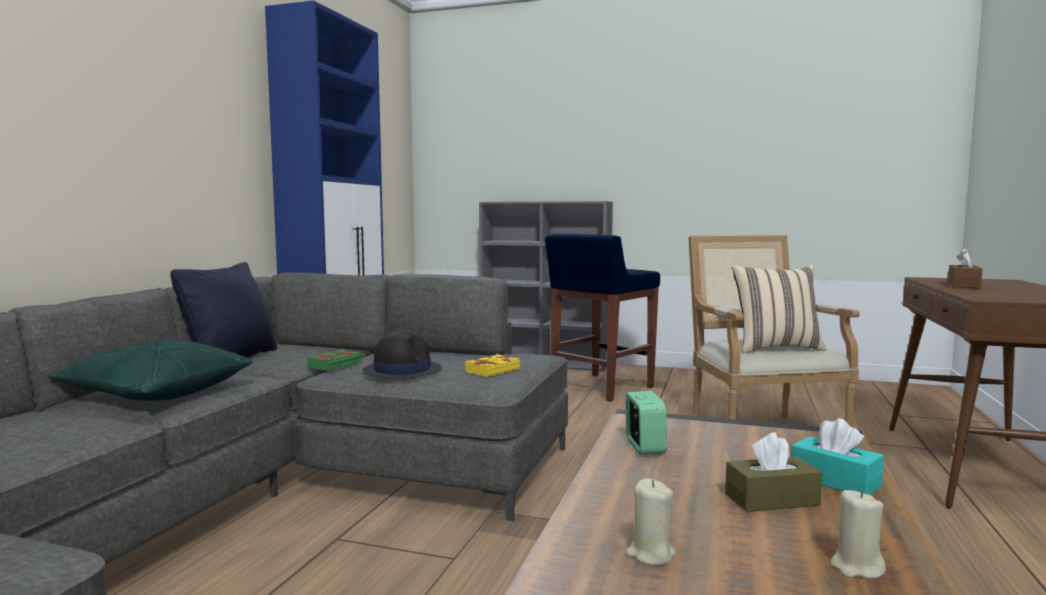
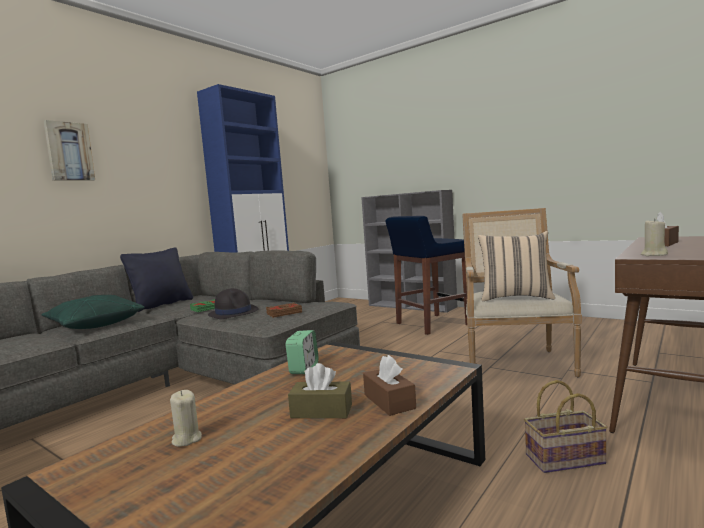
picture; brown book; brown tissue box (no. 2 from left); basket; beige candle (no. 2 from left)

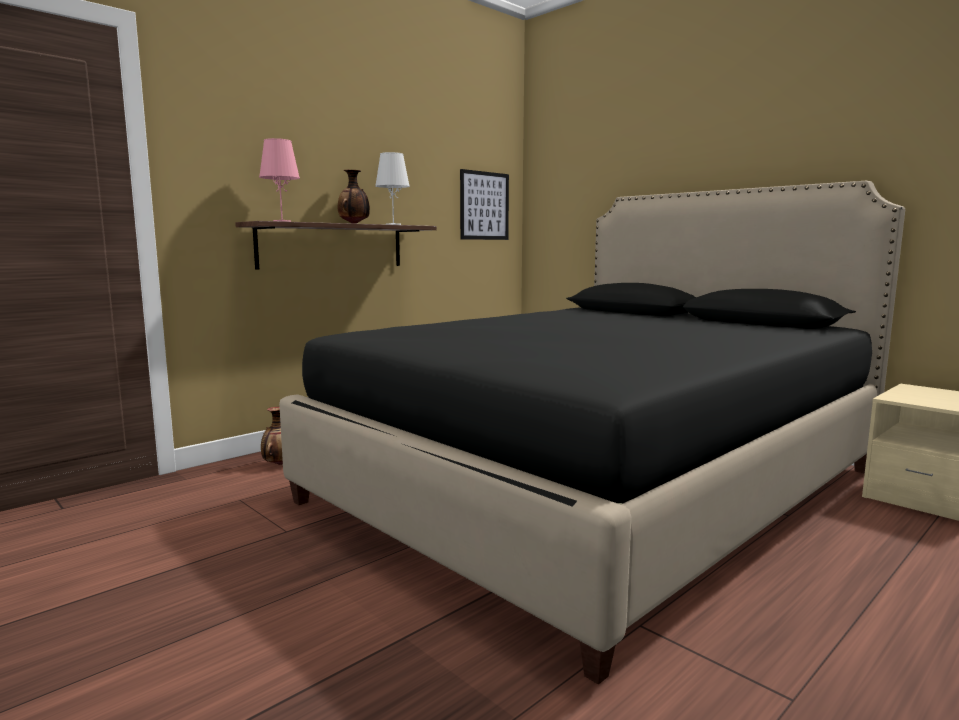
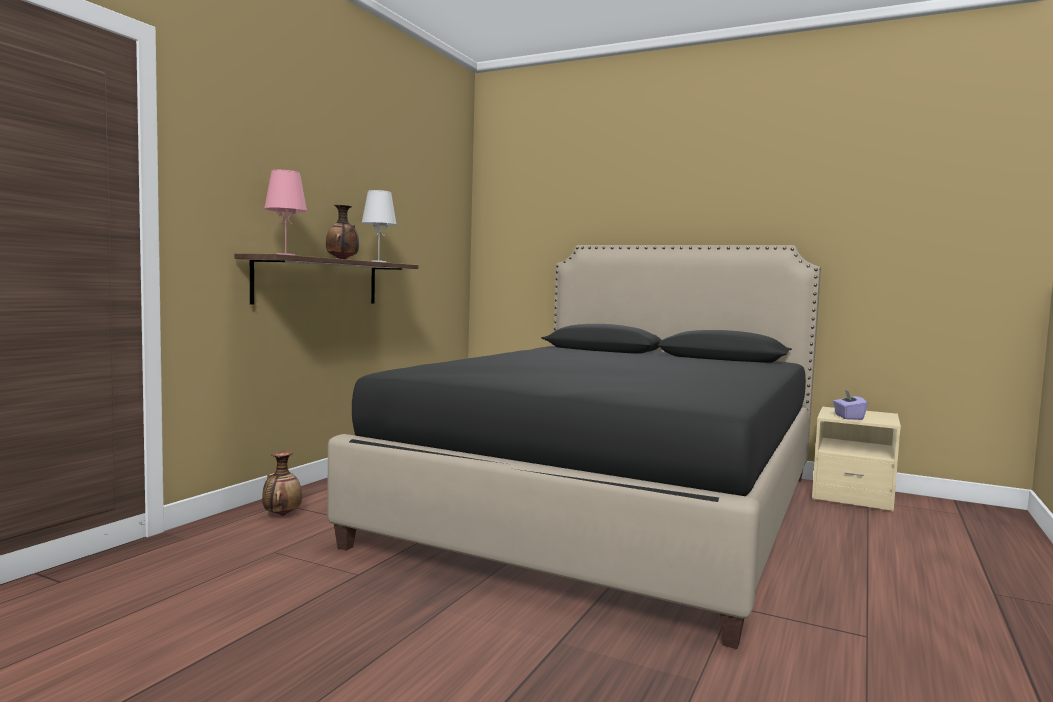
purple tissue box; picture

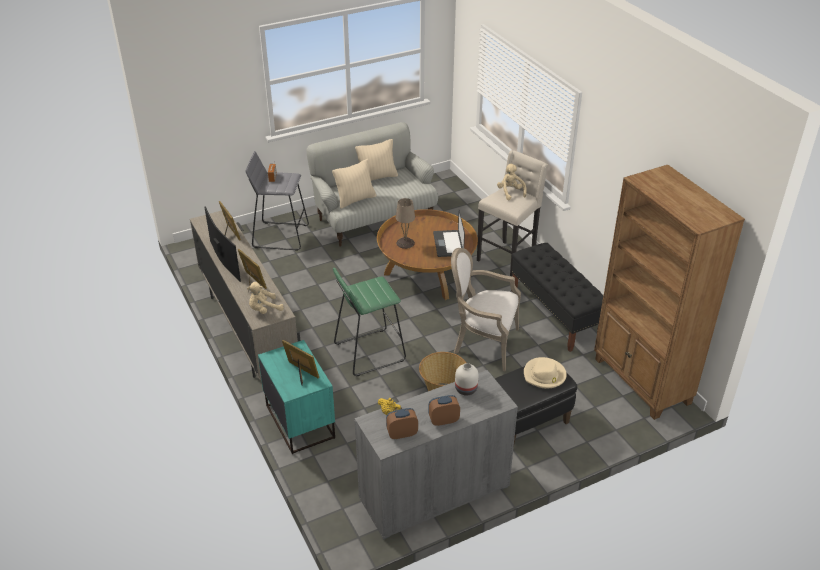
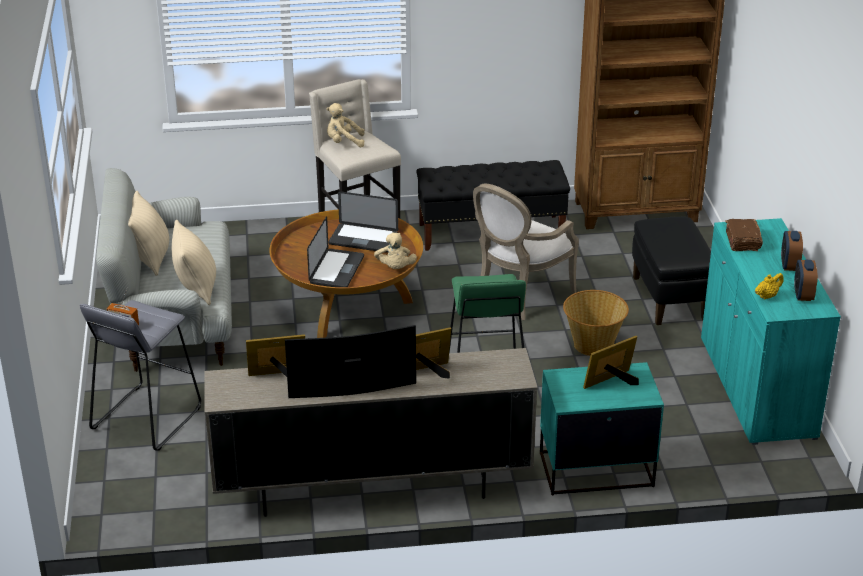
laptop (no. 1 from left); beige plush toy (no. 2 from left); turquoise cabinet; brown book; beige hat

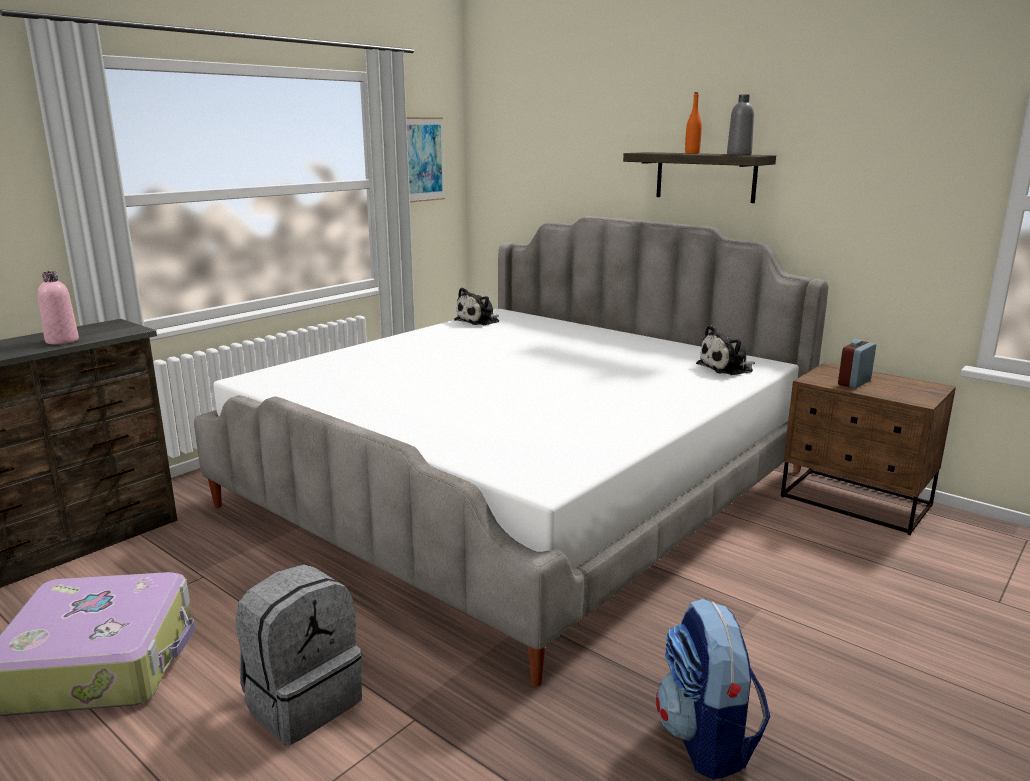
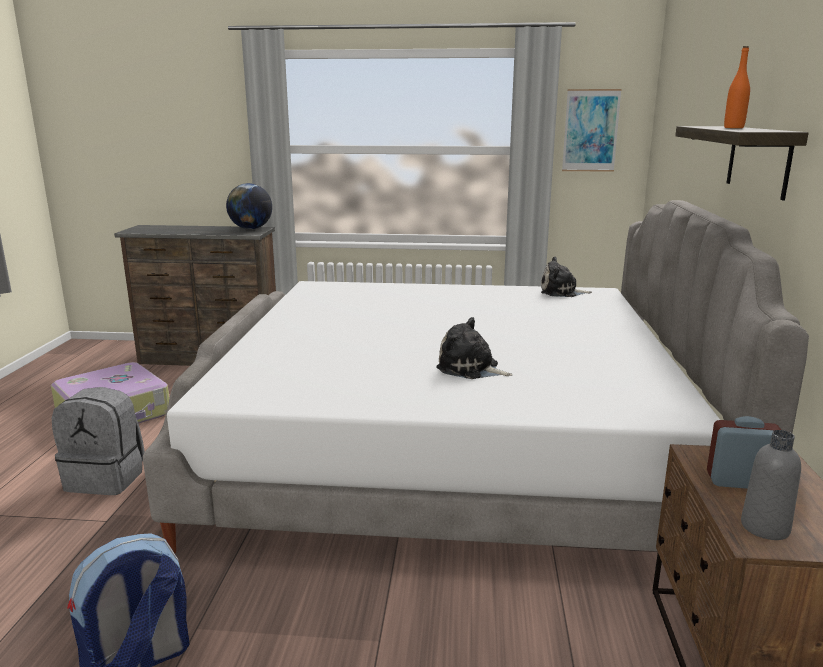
globe; plush toy (no. 1 from left); grey bottle; pink bottle

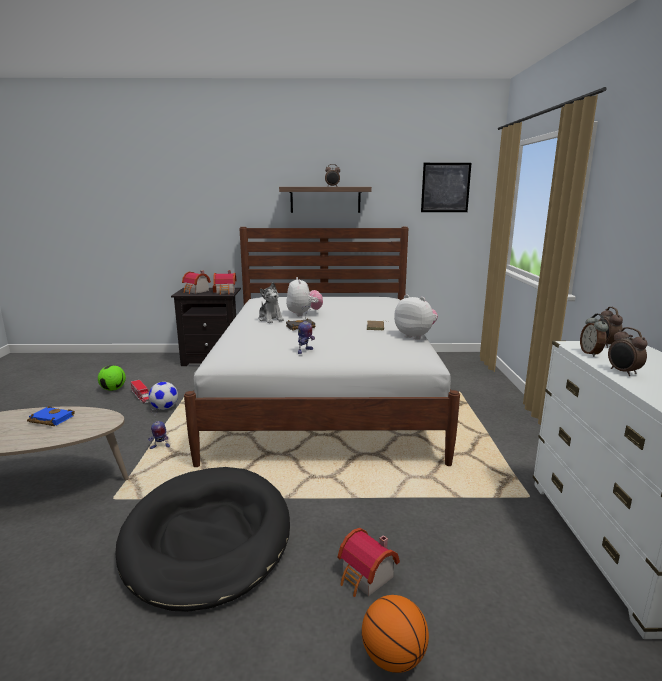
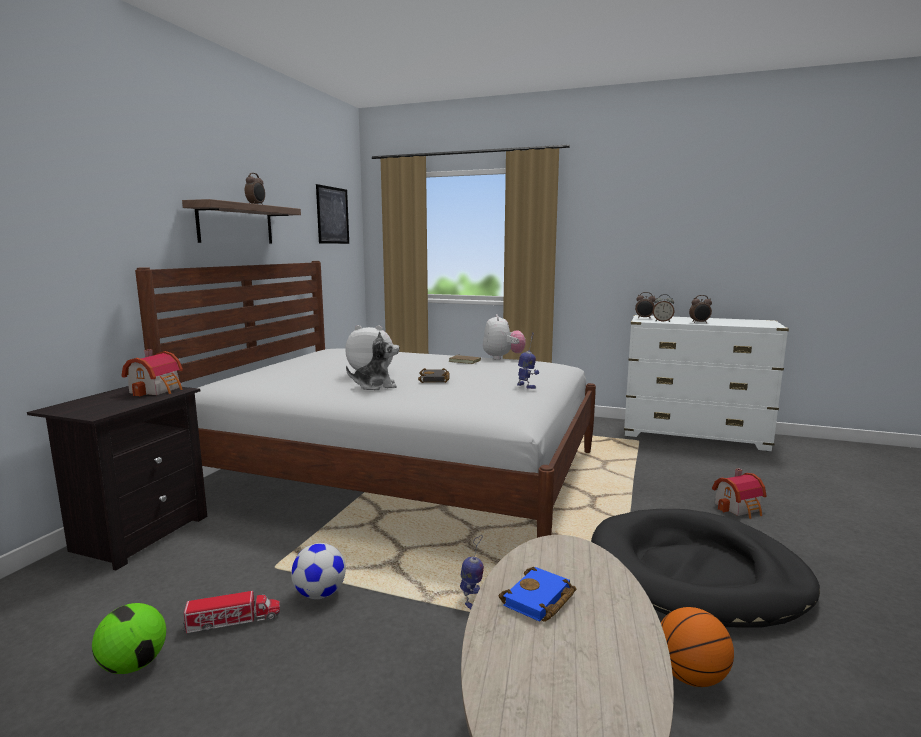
plush toy (no. 3 from left); basketball; toy house (no. 1 from left in the first image)

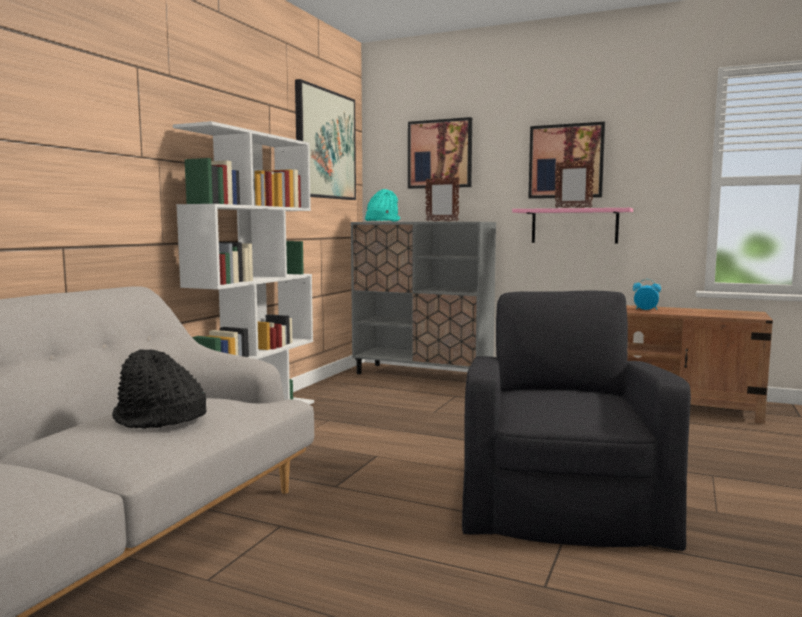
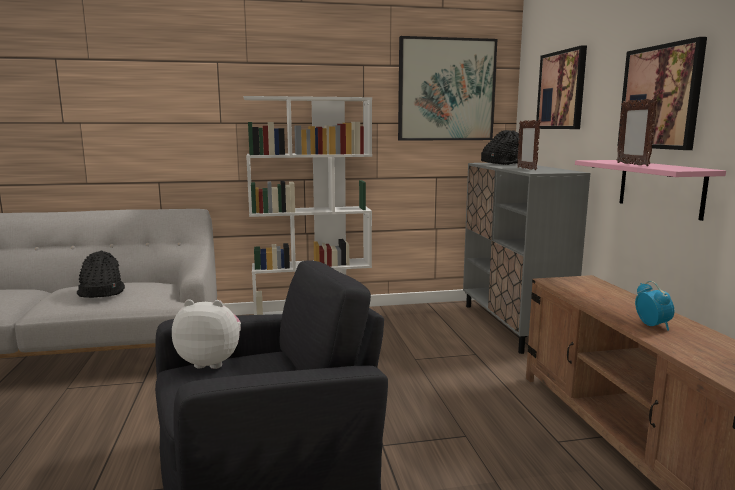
plush toy; black hat (no. 2 from left)

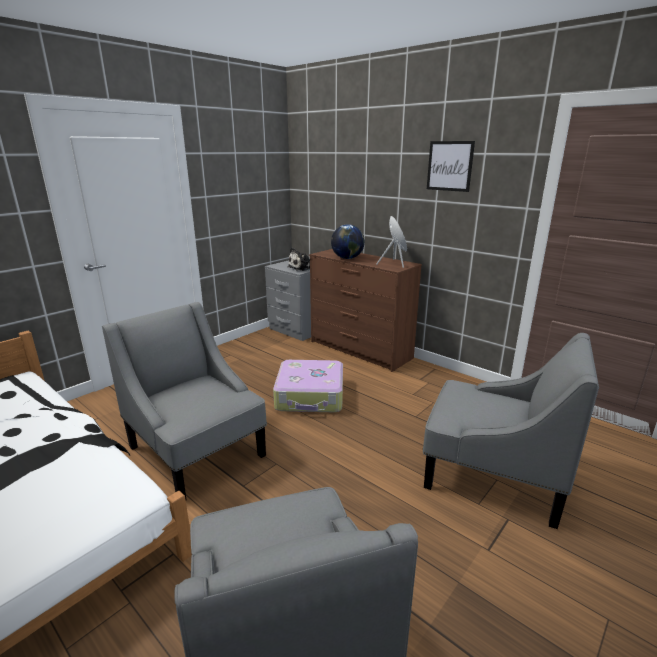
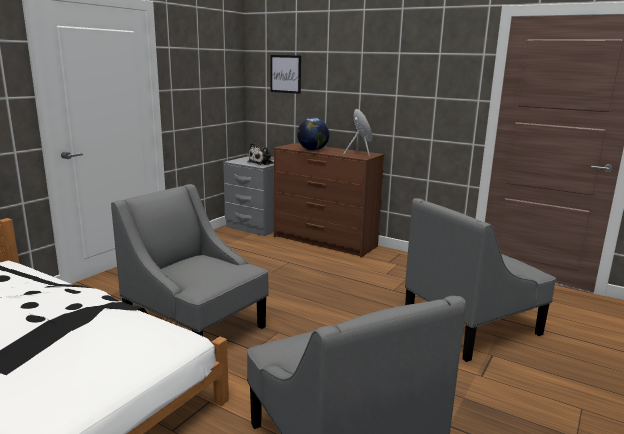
picture; grey armchair (no. 3 from left); suitcase

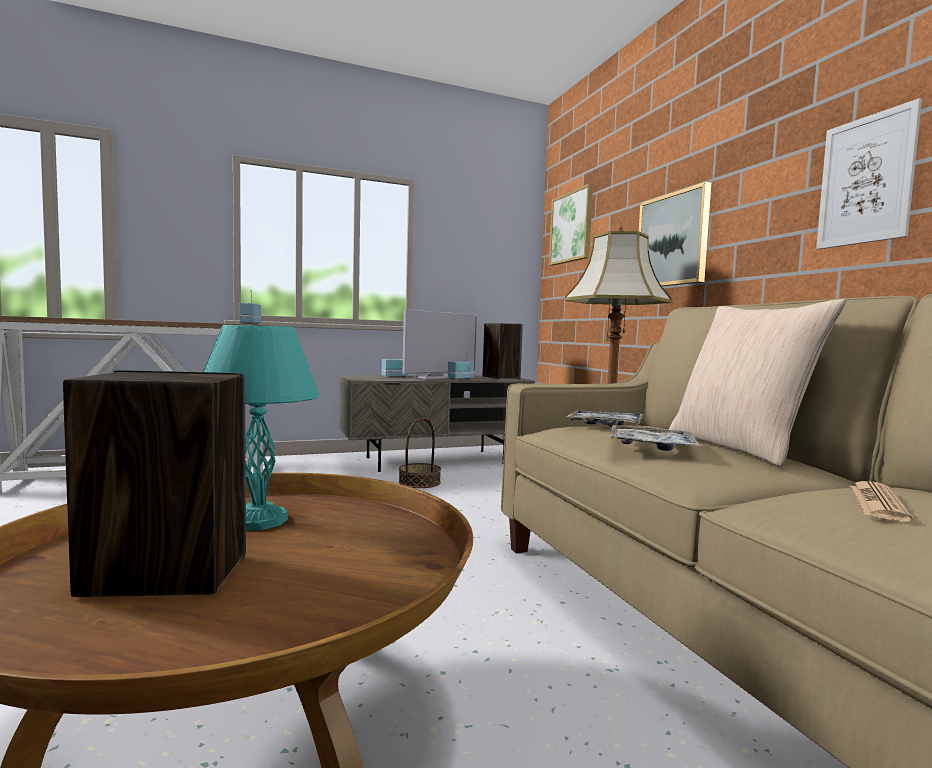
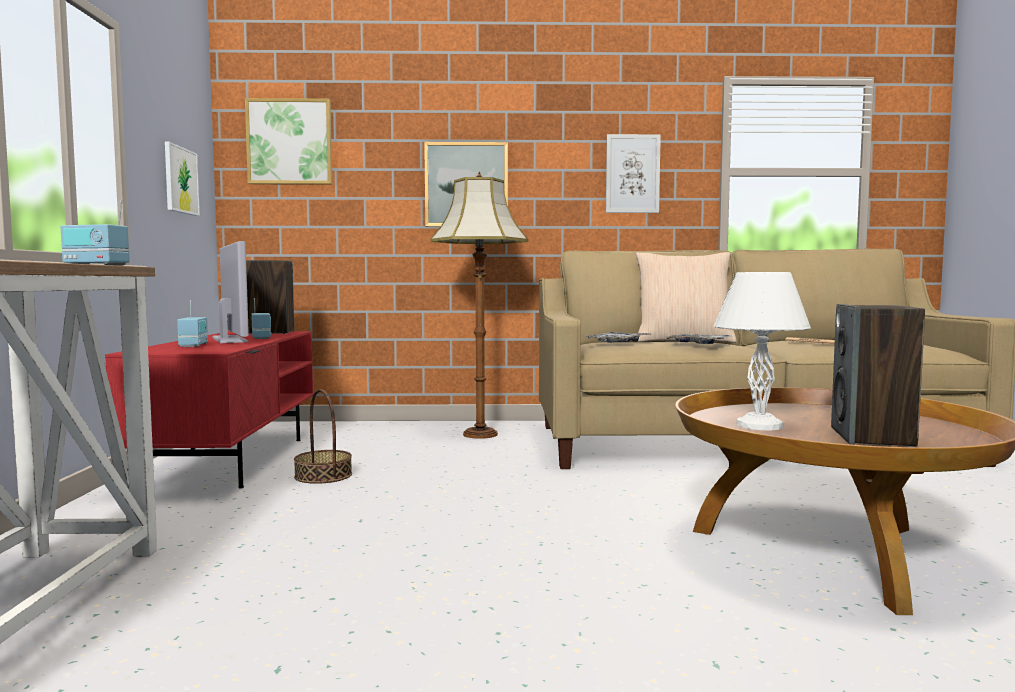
red tv stand; picture (no. 1 from left); white table lamp

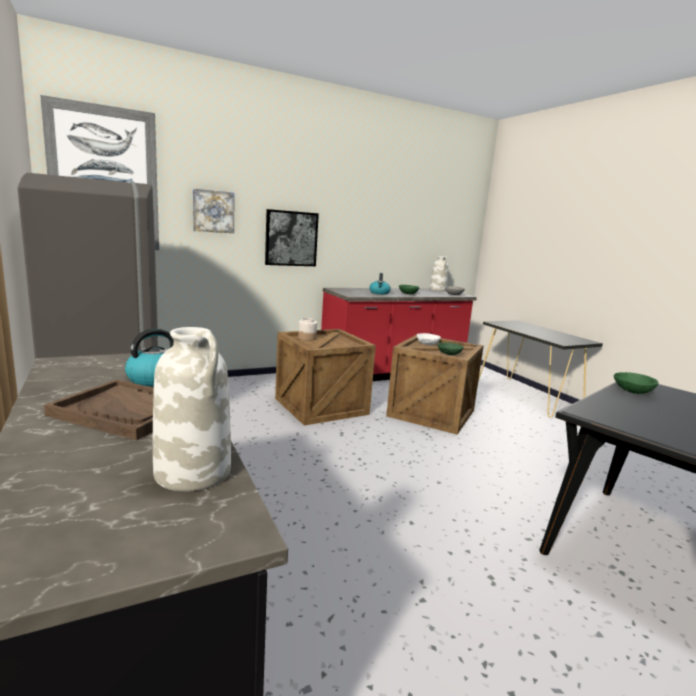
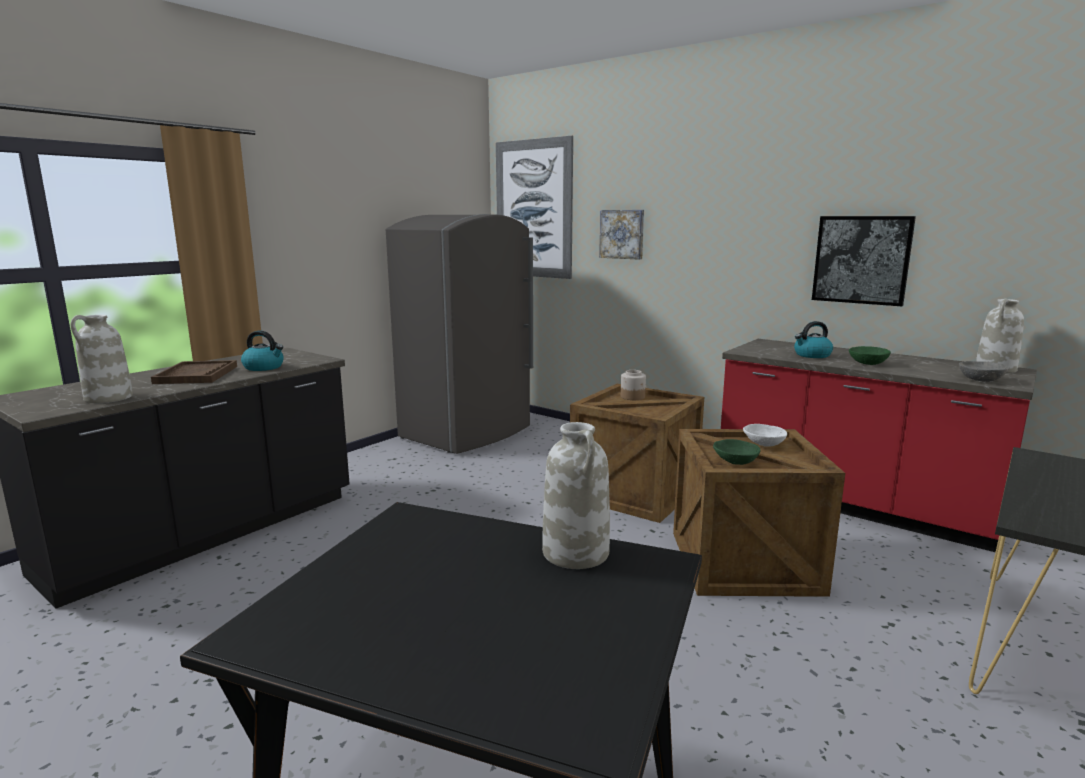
white vase (no. 2 from left); picture (no. 3 from left)

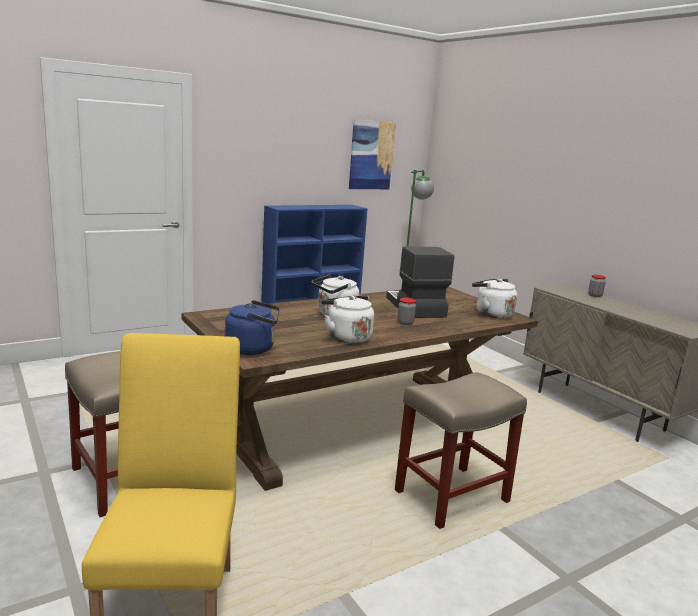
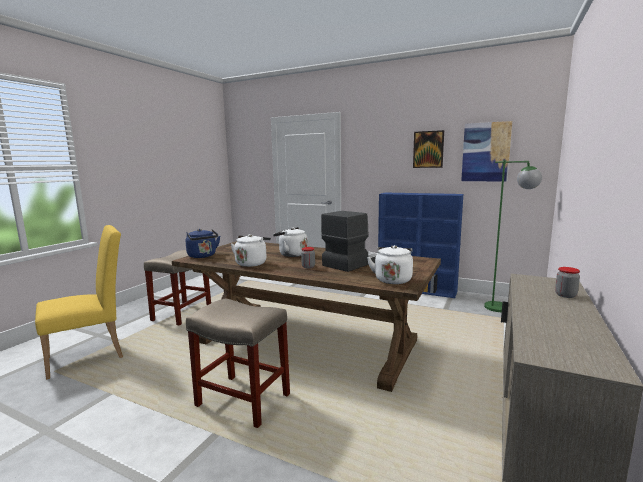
picture (no. 1 from left)

